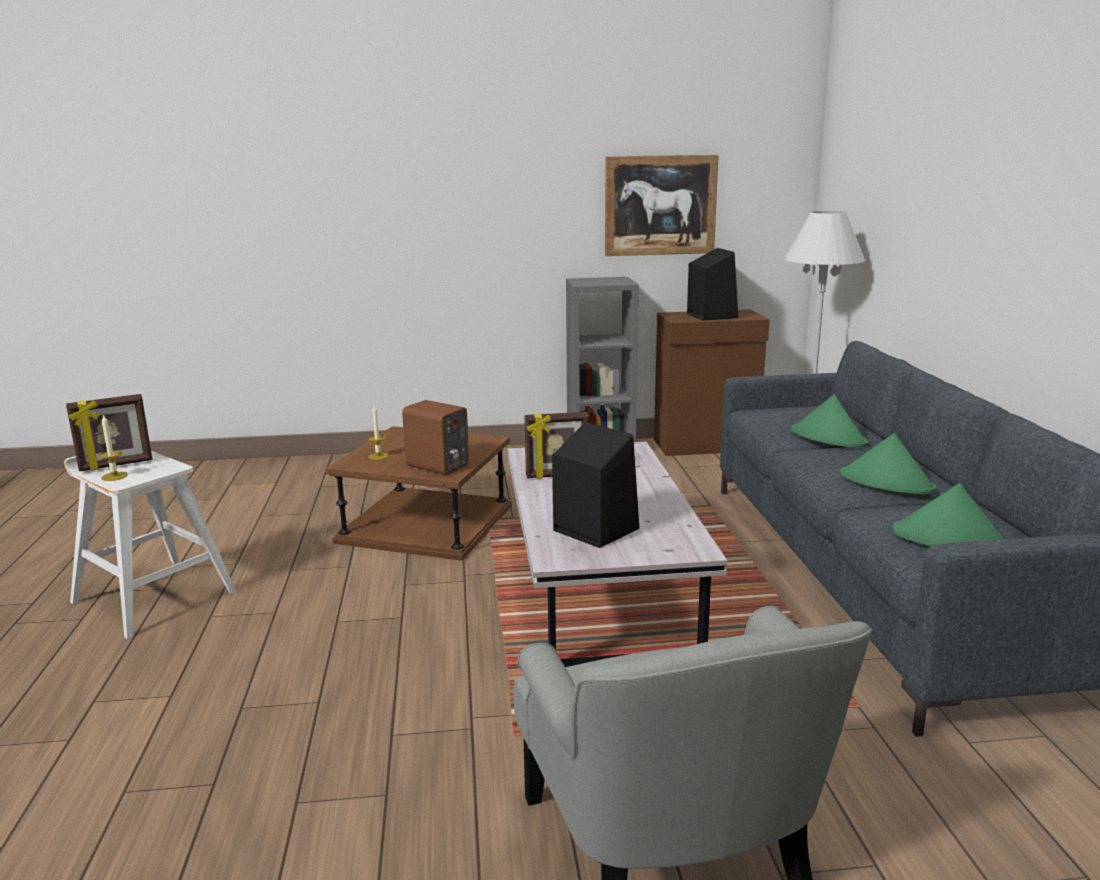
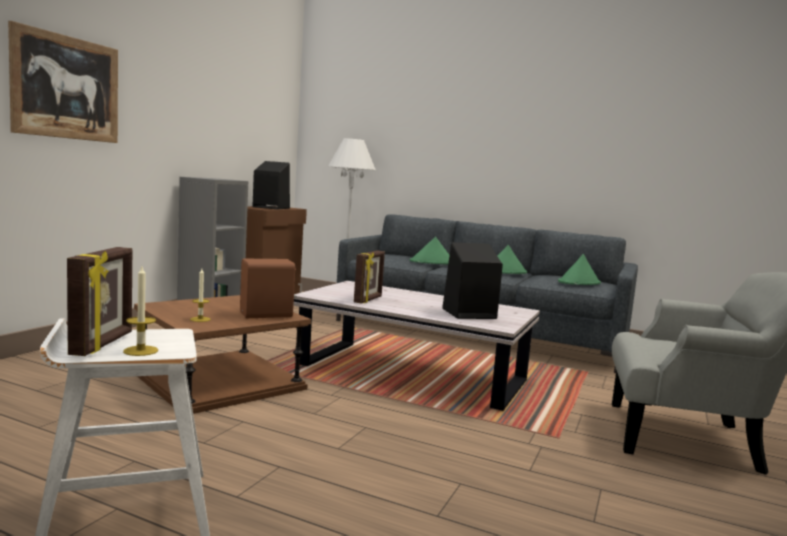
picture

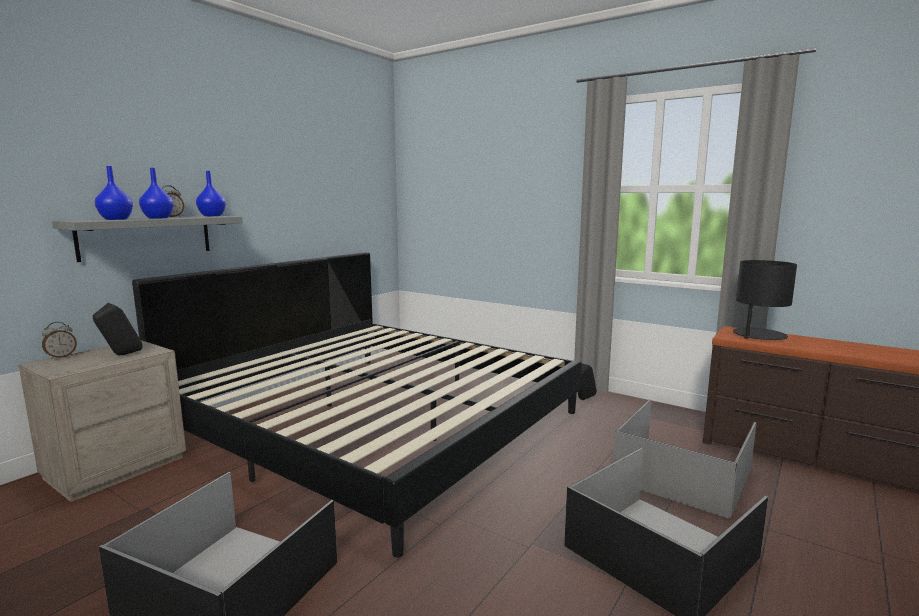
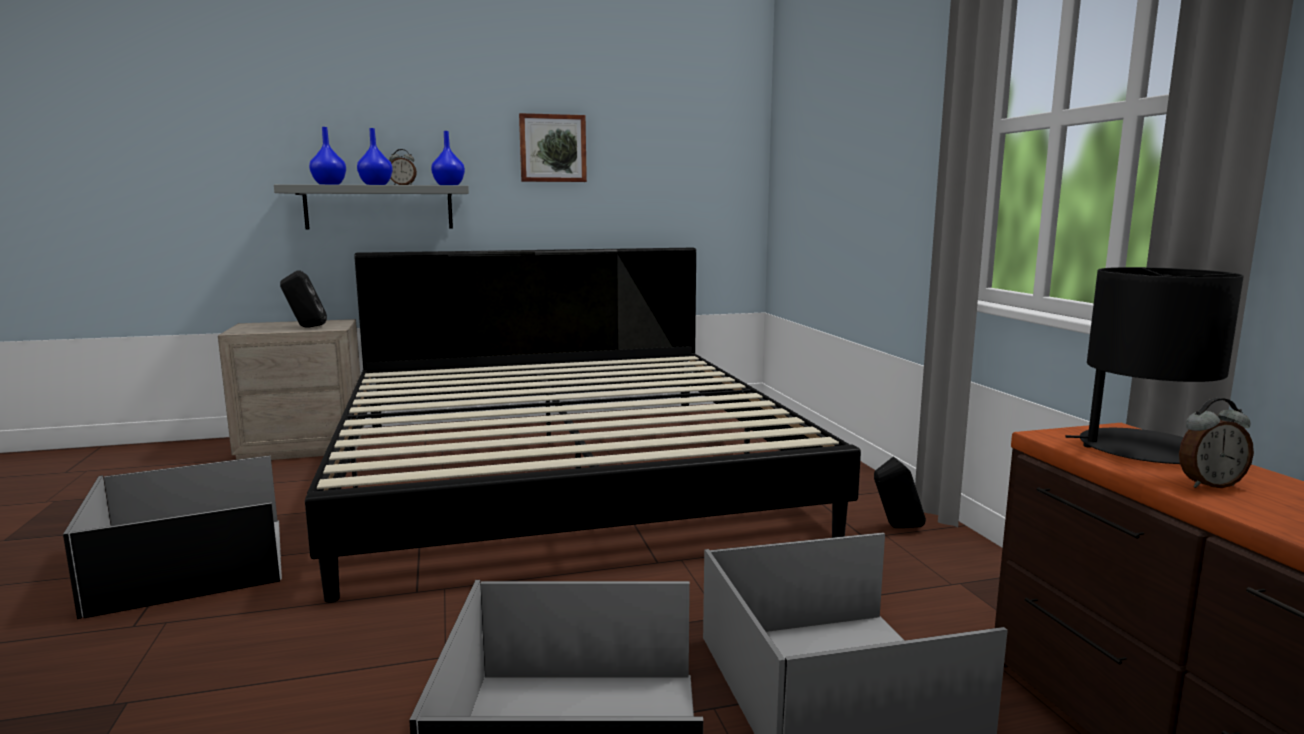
picture; alarm clock (no. 2 from left)

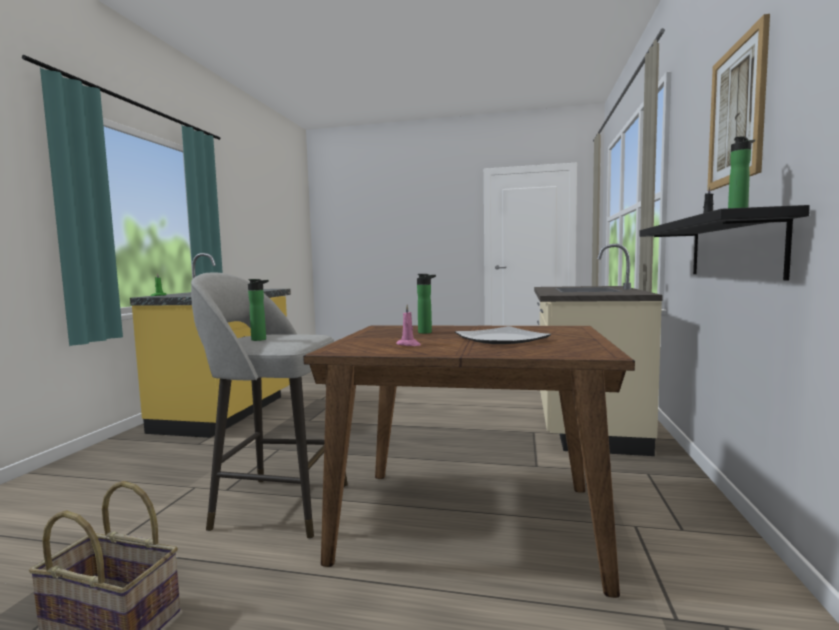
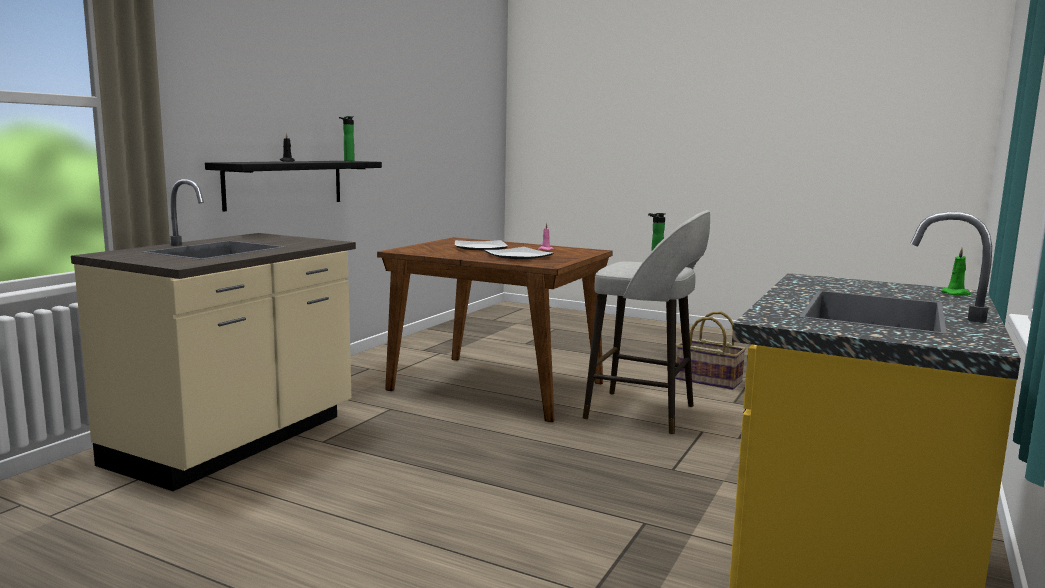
plate (no. 2 from left); picture

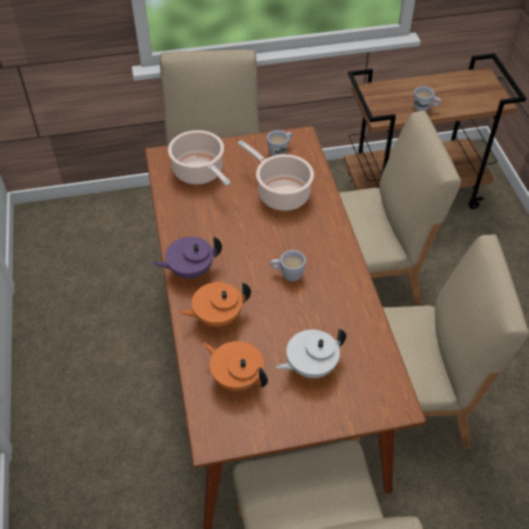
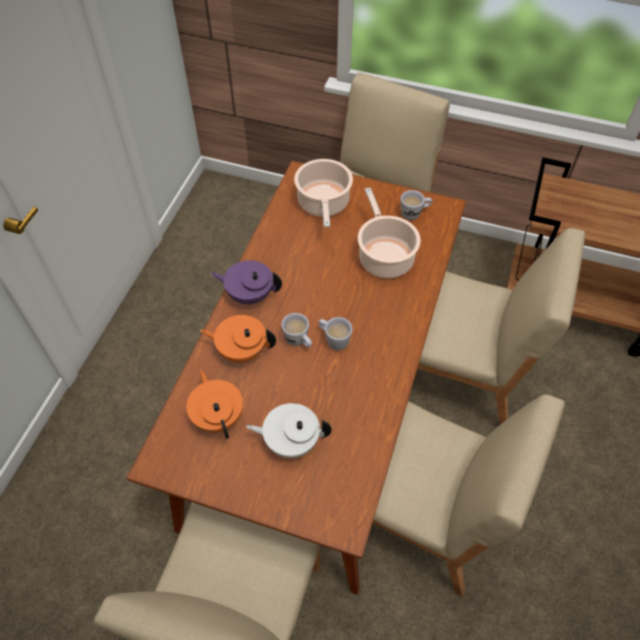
white mug (no. 1 from left)

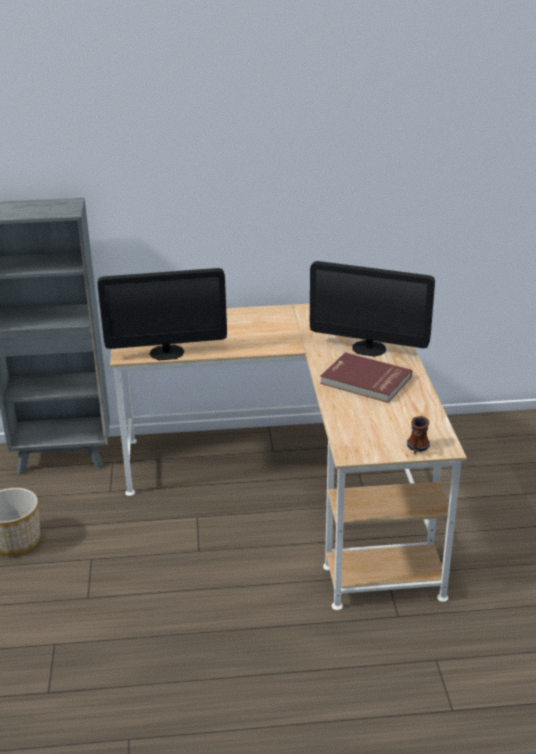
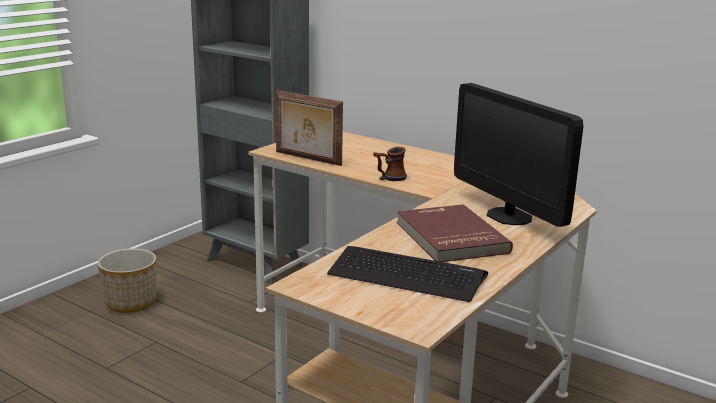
picture frame; keyboard; mug

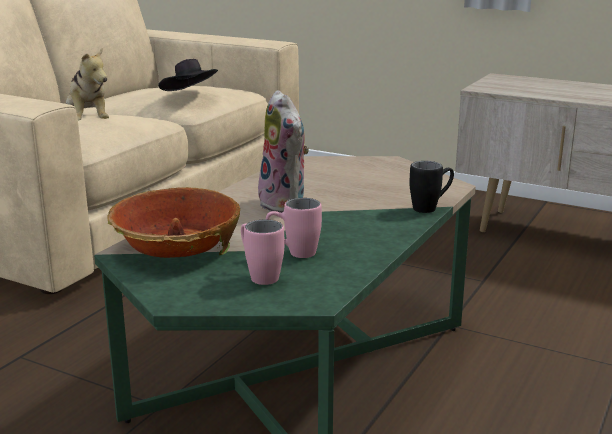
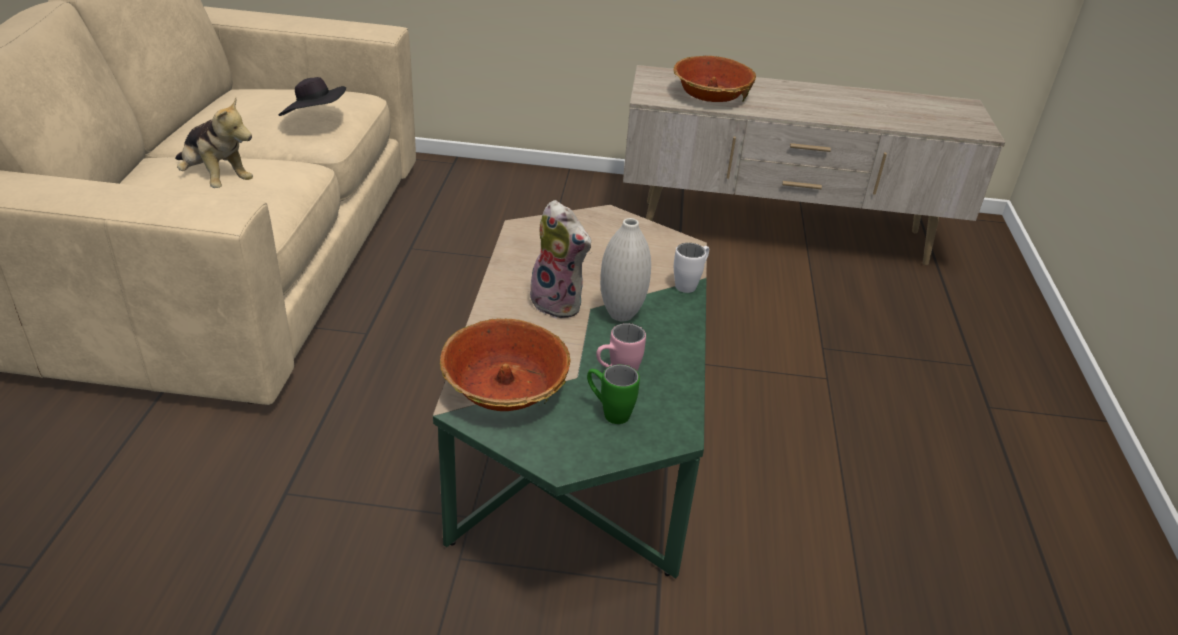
green mug; white vase; bowl (no. 2 from left); white mug

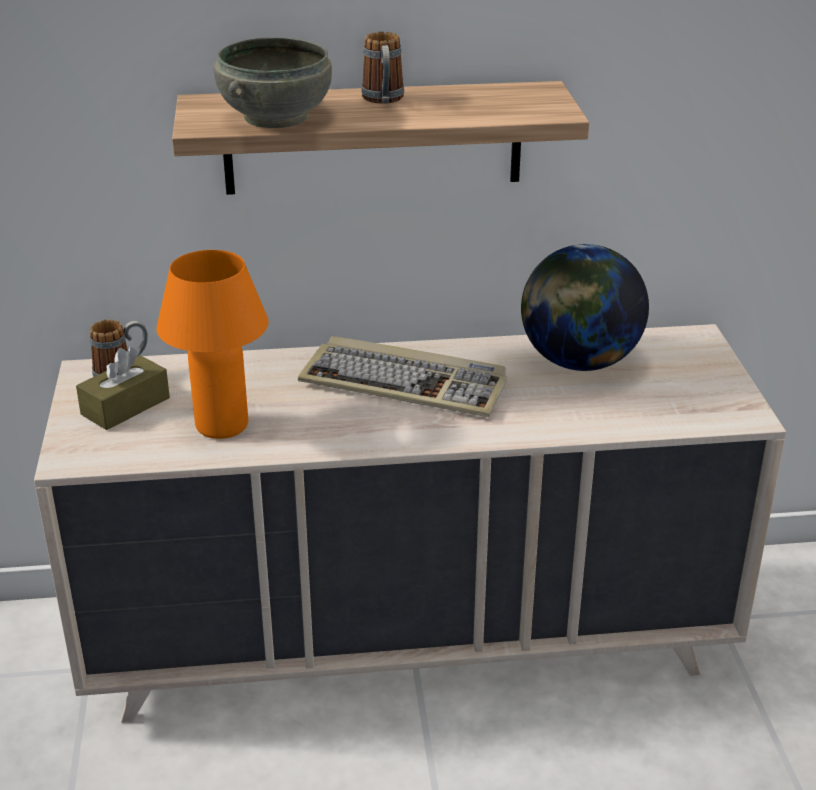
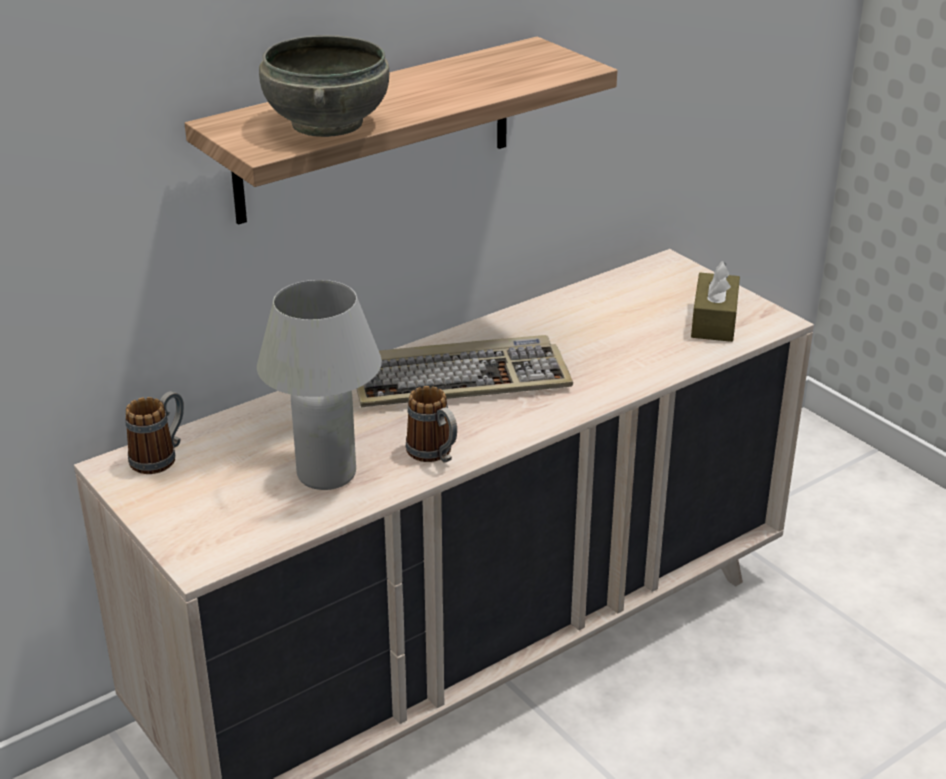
white table lamp; mug (no. 2 from left); brown tissue box; globe

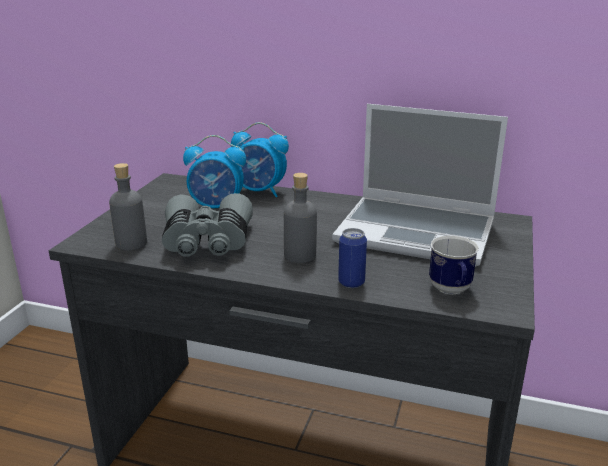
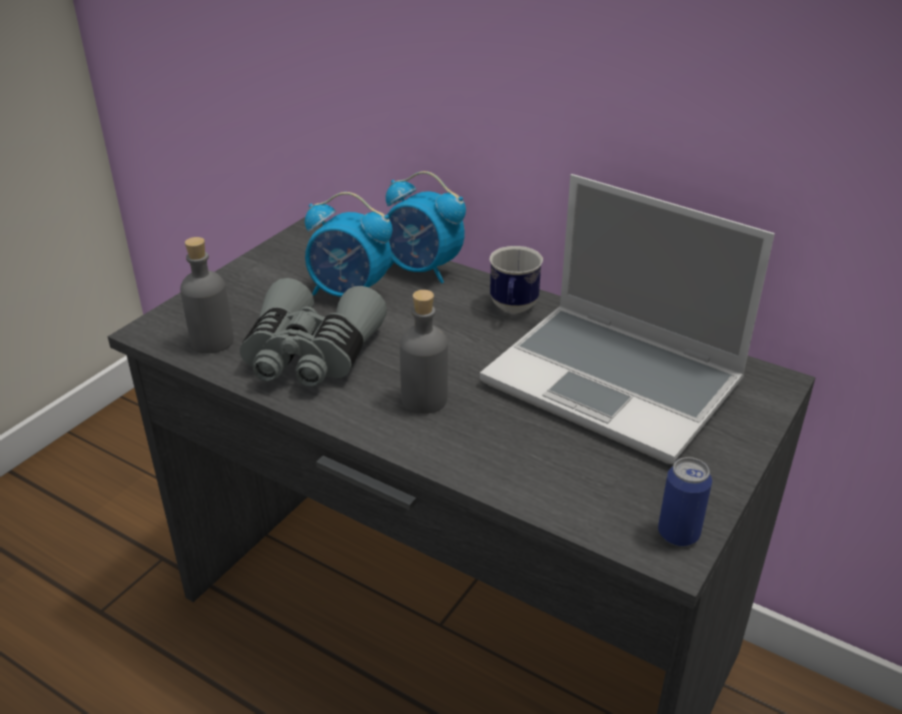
mug; can

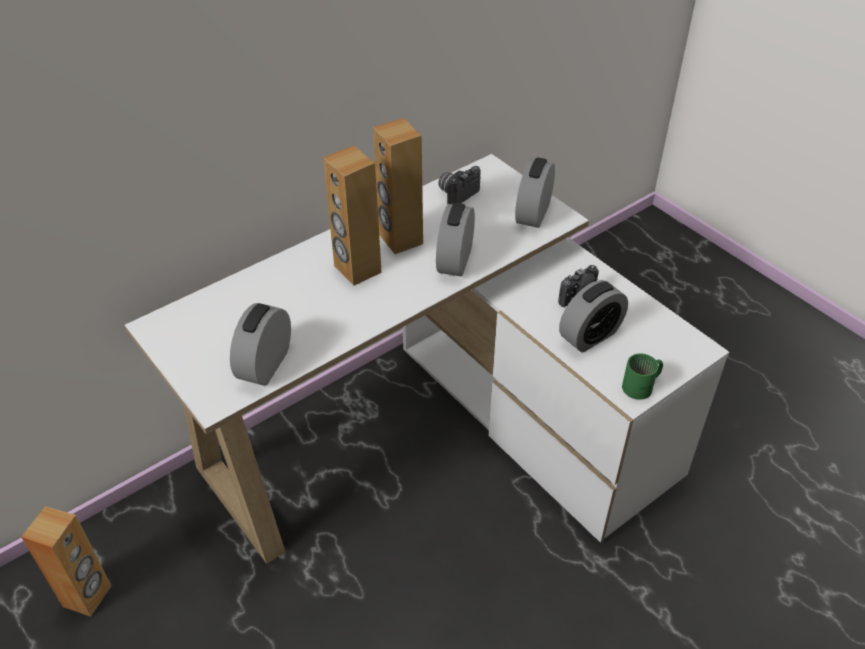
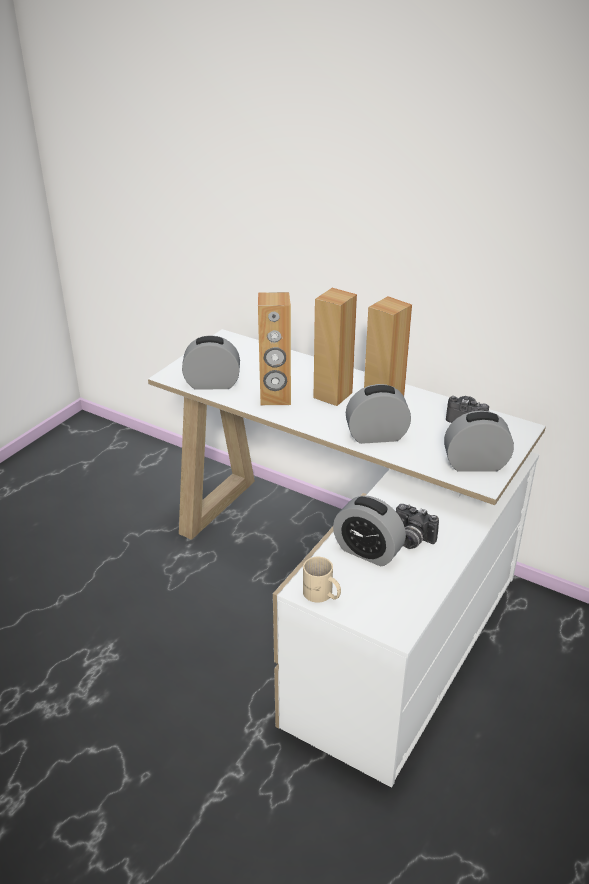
brown speaker (no. 1 from left); beige mug

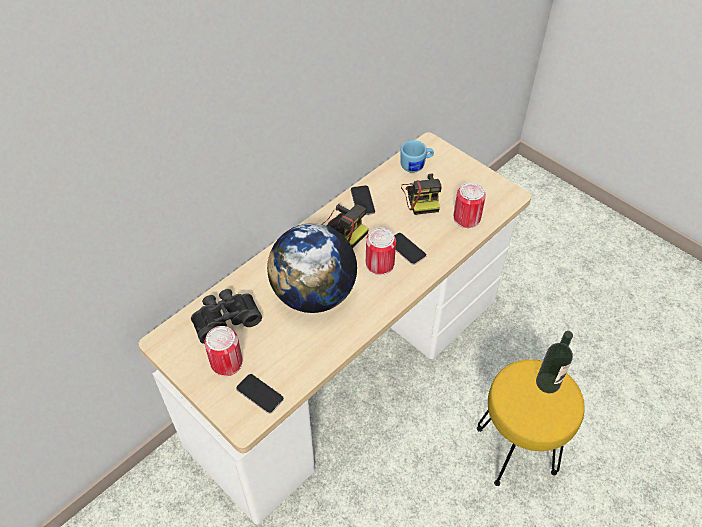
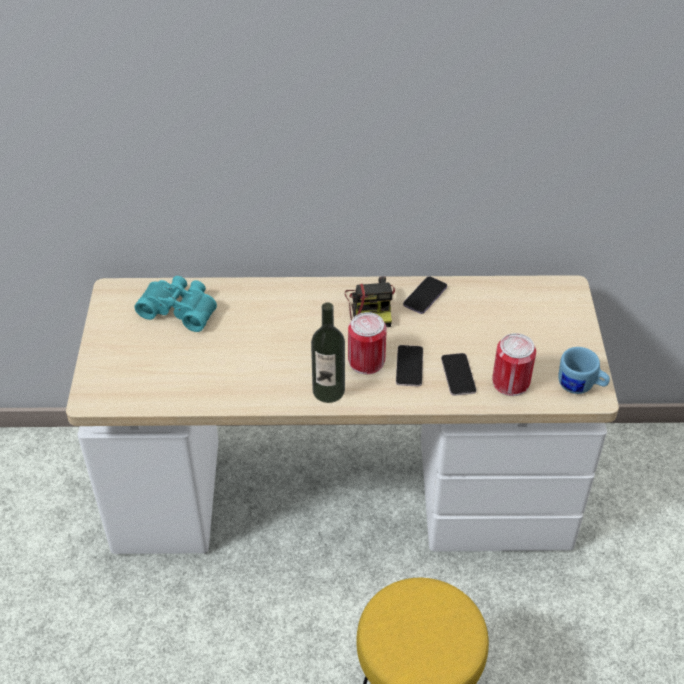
turquoise binoculars; bottle; phone (no. 3 from left); blue mug; can (no. 1 from left in the first image); globe; photo camera (no. 2 from left in the first image)

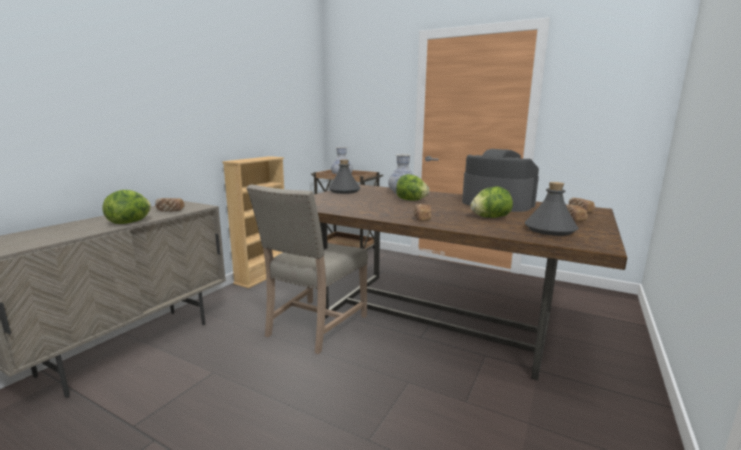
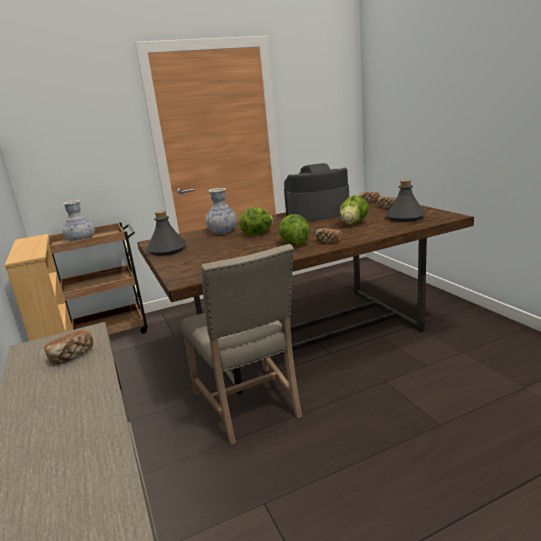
lettuce (no. 2 from left)

